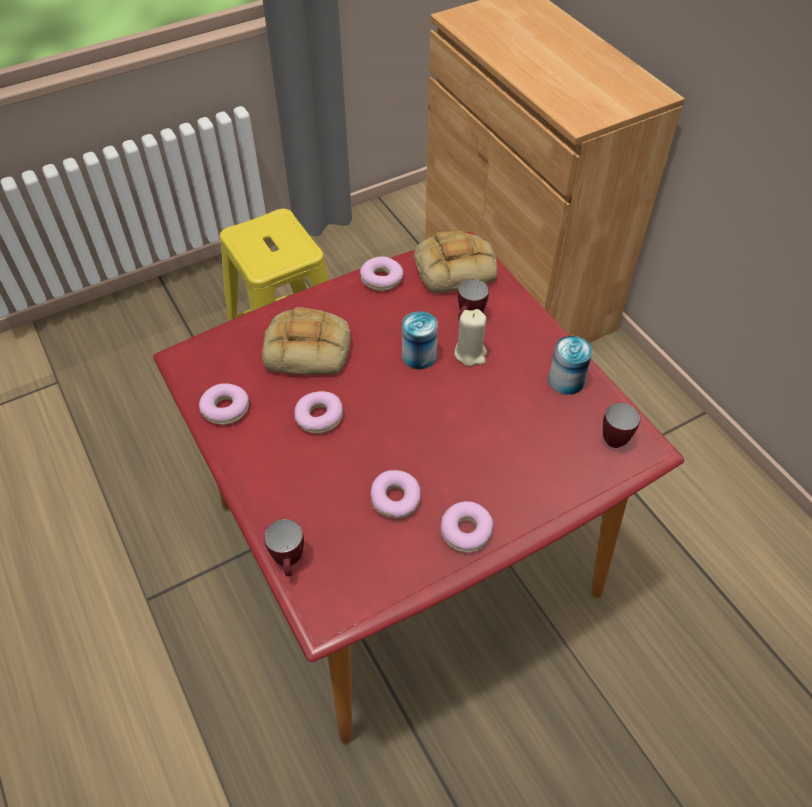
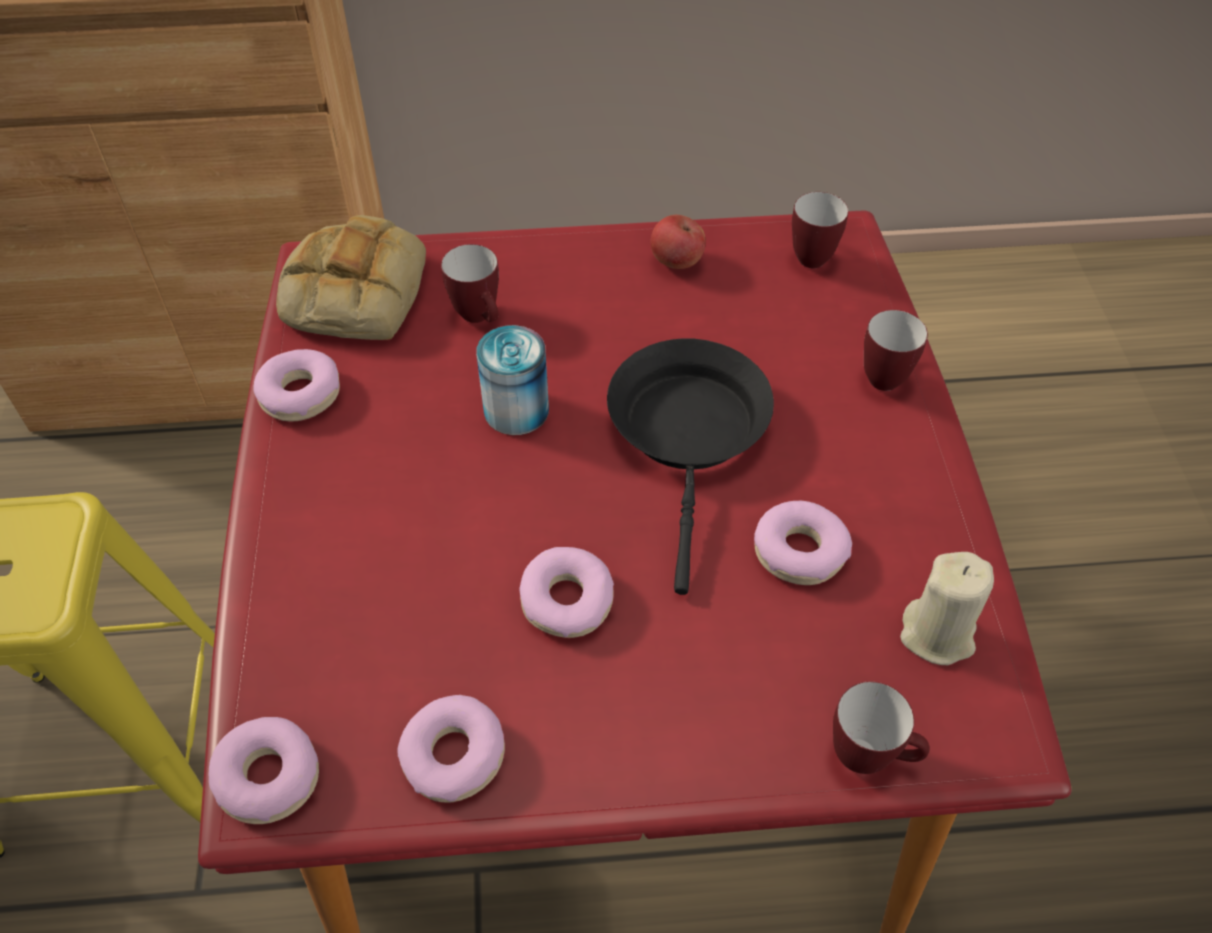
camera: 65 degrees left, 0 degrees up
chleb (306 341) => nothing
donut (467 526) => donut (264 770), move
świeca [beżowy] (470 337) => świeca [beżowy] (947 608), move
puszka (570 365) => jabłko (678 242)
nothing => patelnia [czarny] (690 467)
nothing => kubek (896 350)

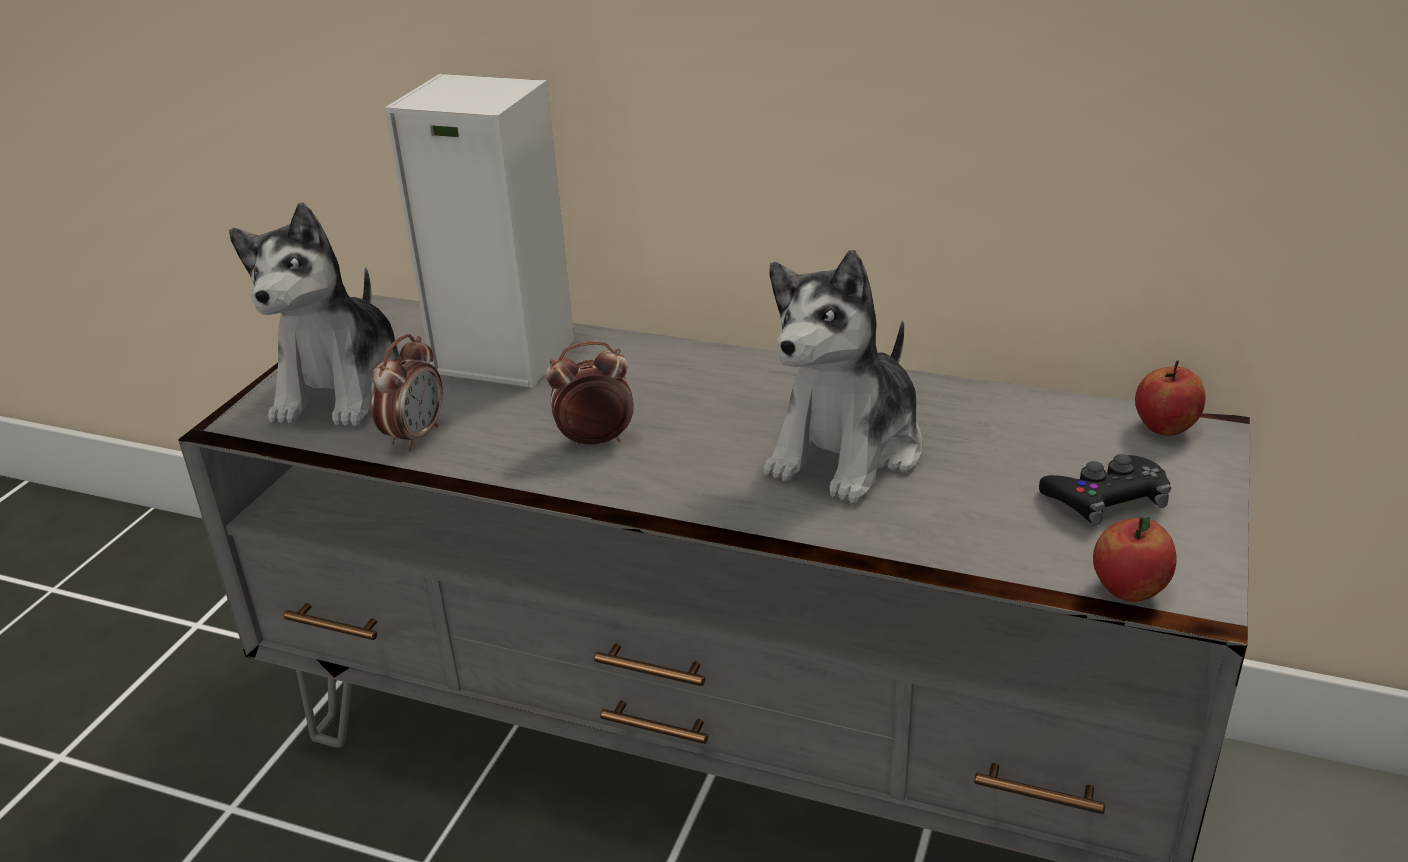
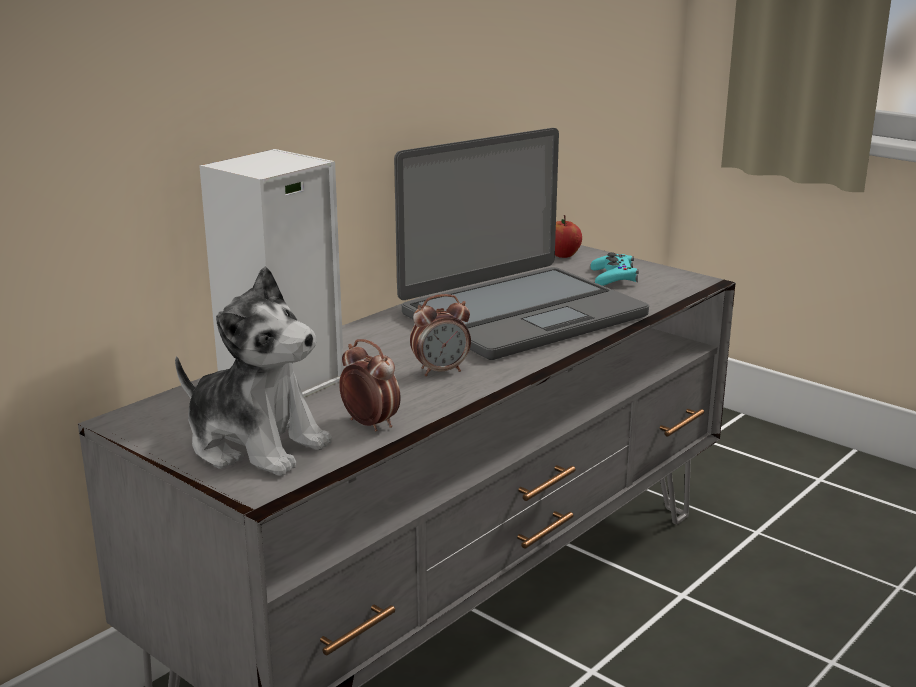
camera: 70 degrees left, 10 degrees down
budzik (590 395) => budzik (440 335), 120 degrees counterclockwise
pluszak (843 377) => laptop (521 244)
pad do gier [czarny] (1105 490) => pad do gier [turkusowy] (615 269)
jabłko (1134 559) => nothing

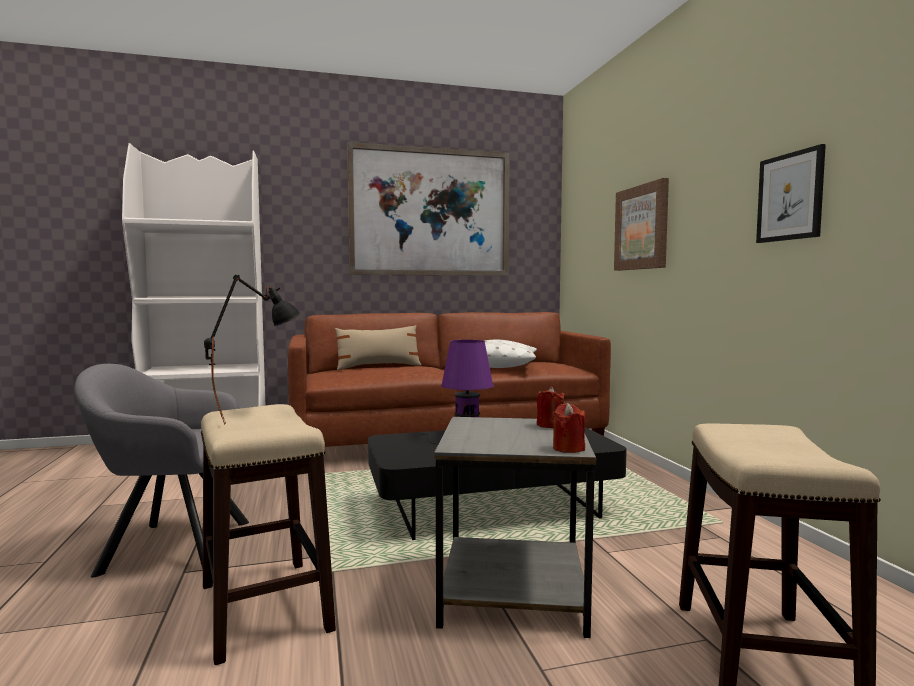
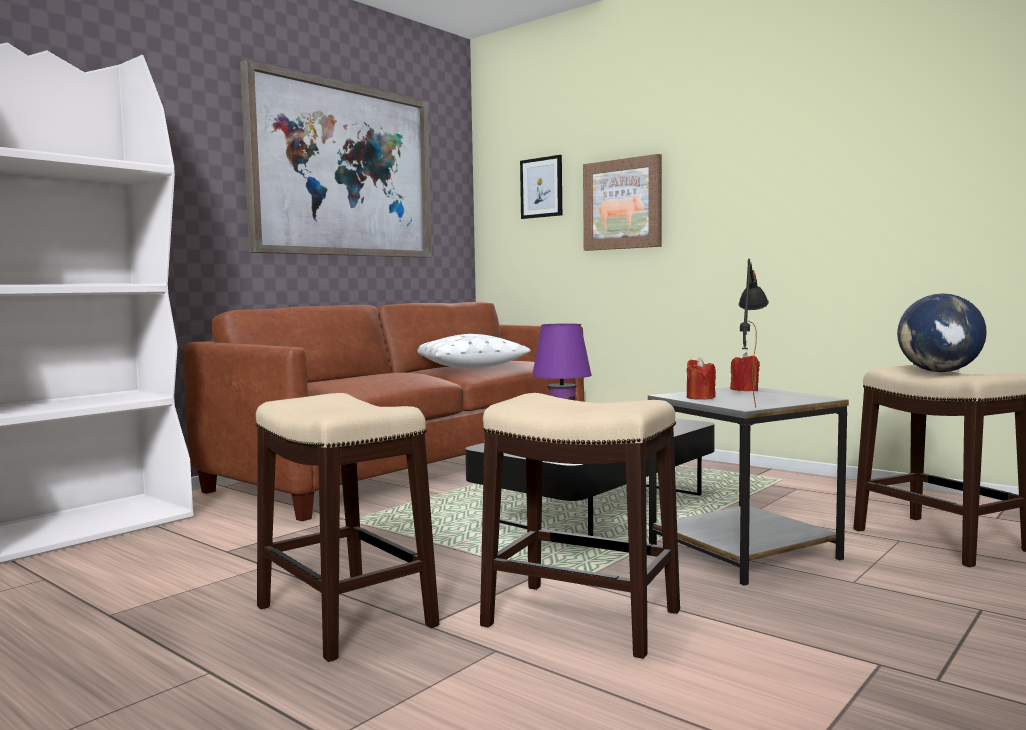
camera: 35 degrees left, 0 degrees up
fotel [szary] (162 471) => stołek (347 527)
lampa stołowa [czarny] (252 350) => lampa stołowa [czarny] (754 333), move
poduszka [beżowy] (378 347) => nothing
świeca [czerwony] (568 428) => świeca [czerwony] (701 378), move
obraz (791 193) => obraz (541 187), move
nothing => globus (942 332)

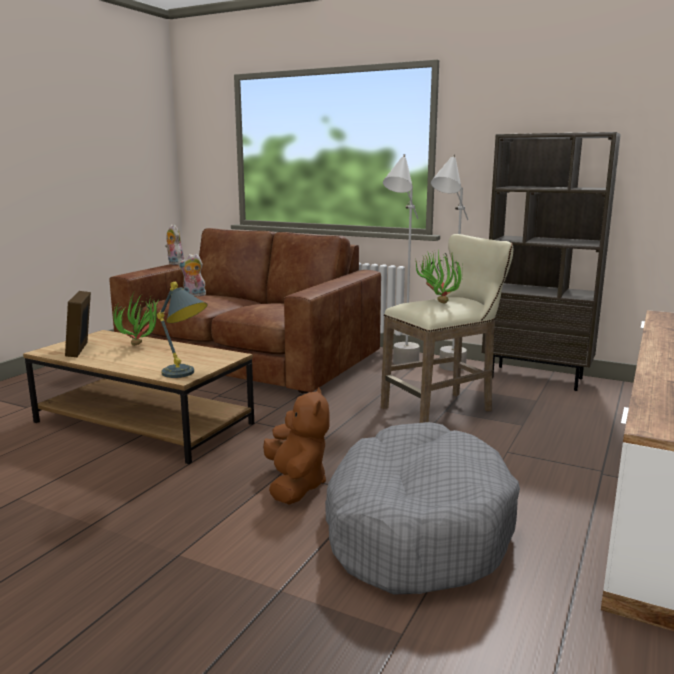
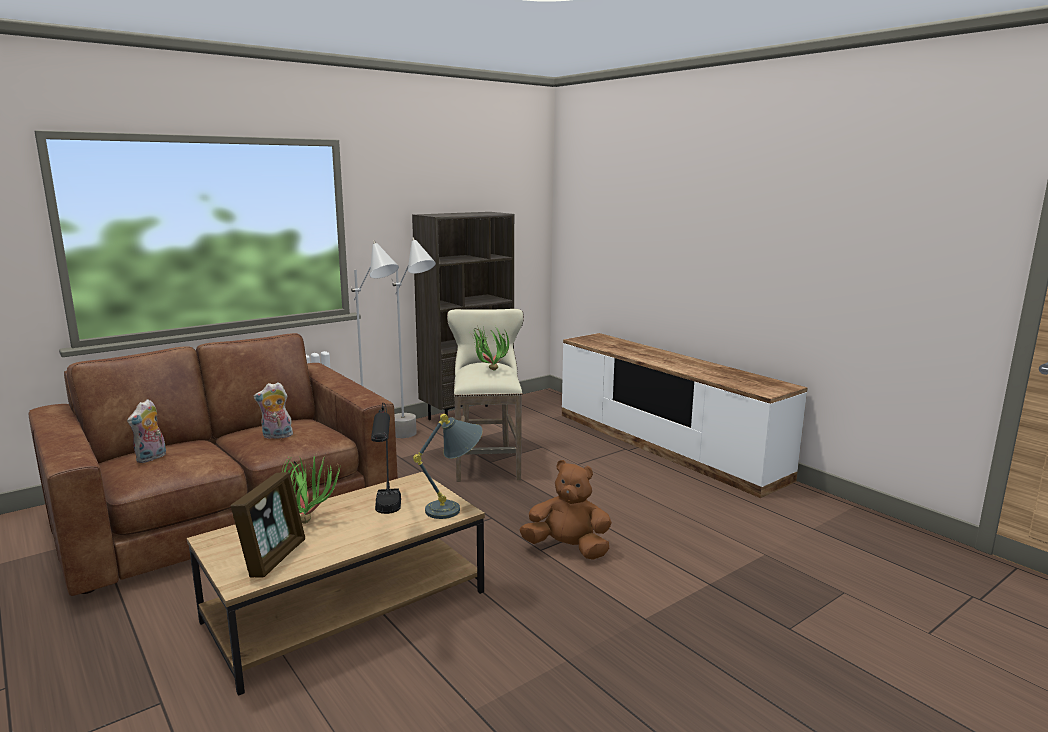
camera: 65 degrees left, 0 degrees up
ramka na zdjęcie (78 324) => ramka na zdjęcie (268 525), 90 degrees counterclockwise
pluszak (174 244) => pluszak (273 410), move
legowisko [szary] (422 508) => nothing
nothing => lampa stołowa [czarny] (386 458)

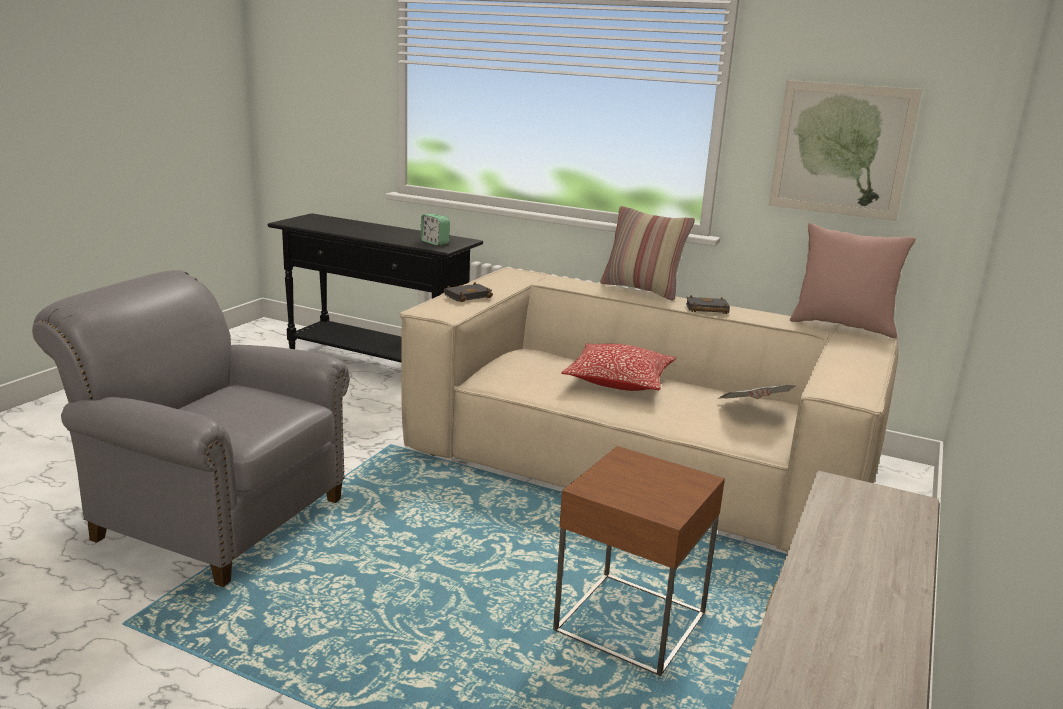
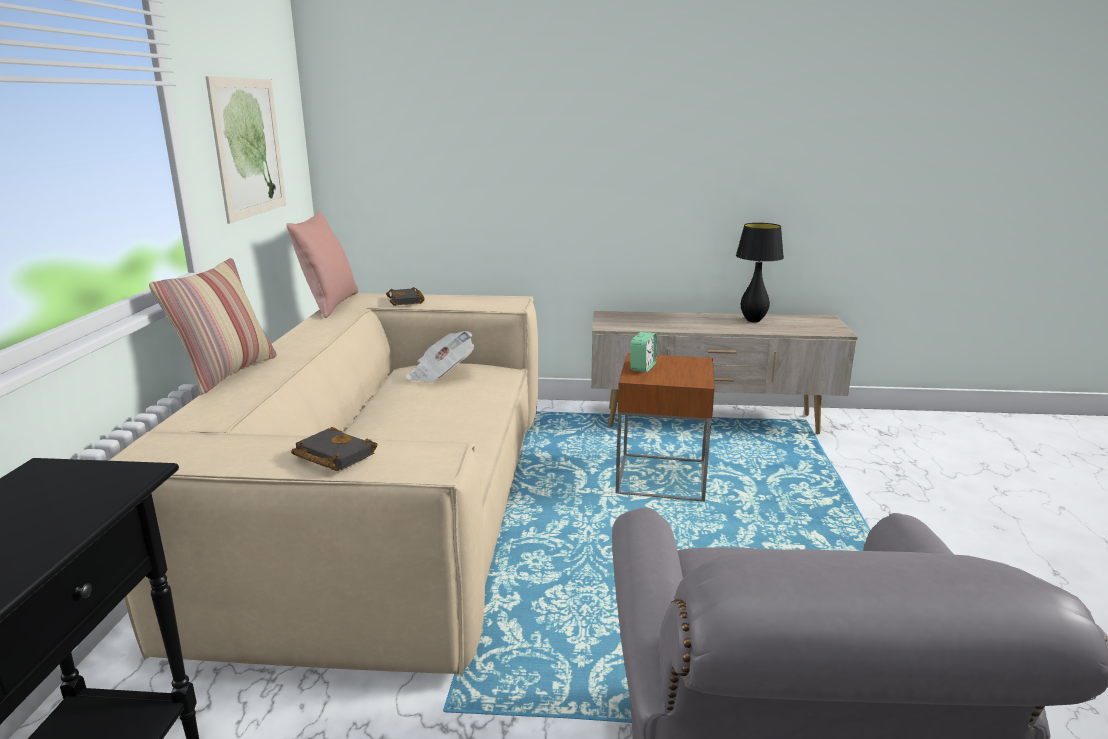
camera: 110 degrees left, 0 degrees up
budzik (435 230) => budzik (643 352), move
poduszka (618 367) => nothing
książka [czarny] (708 304) => książka [czarny] (405 296), move
nothing => lampa stołowa [czarny] (760 272)

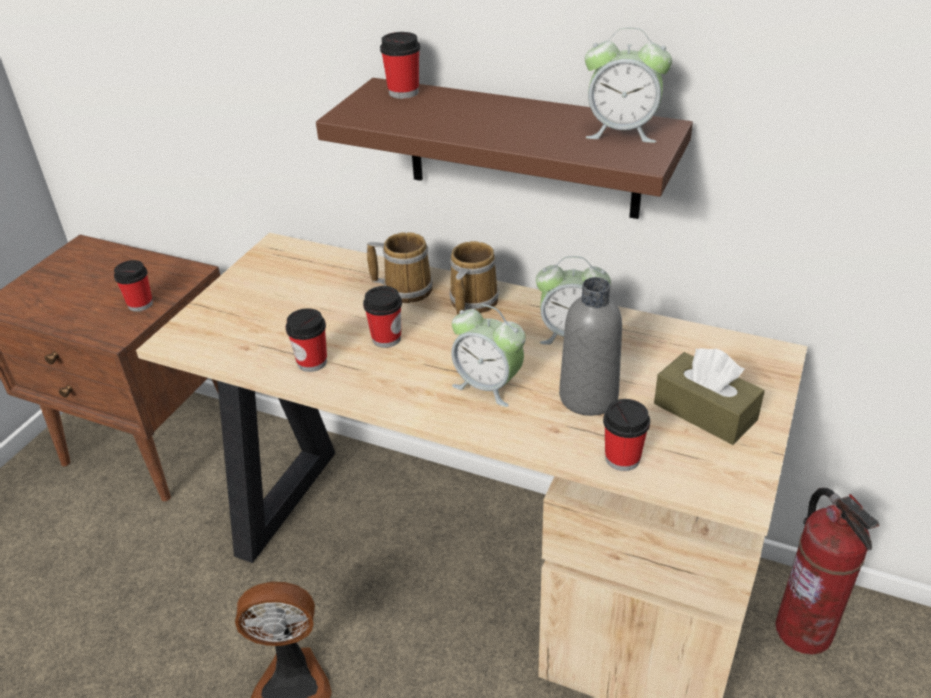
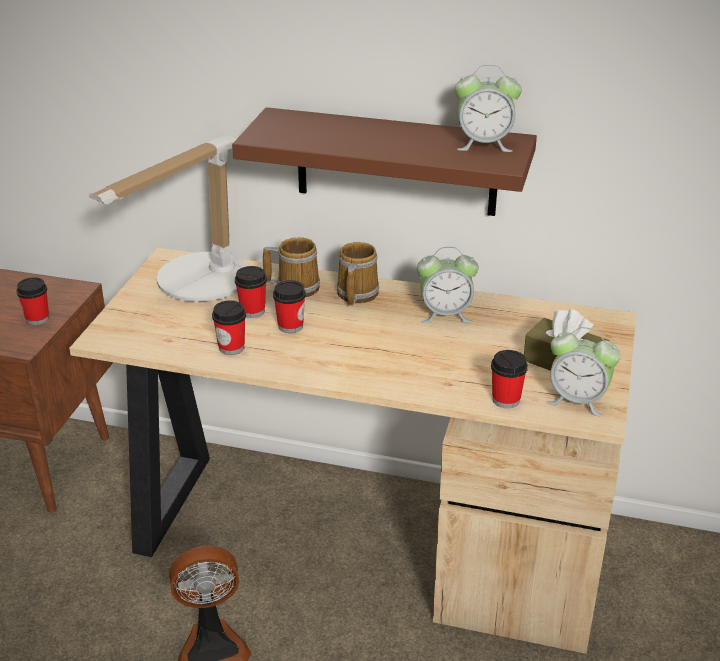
camera: 10 degrees left, 5 degrees down
filiżanka (400 65) => filiżanka (251 292), move
budzik (488 355) => budzik (583 372), move
butelka [szary] (590 346) => nothing
gaśnica (827 571) => nothing
nothing => lampa stołowa (167 218)

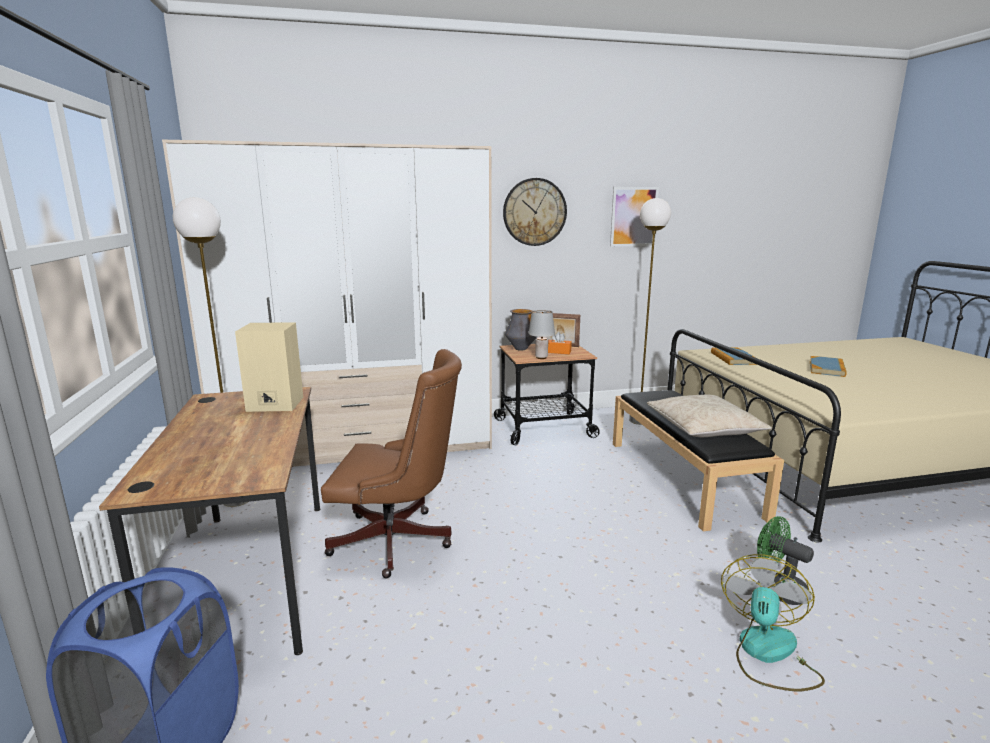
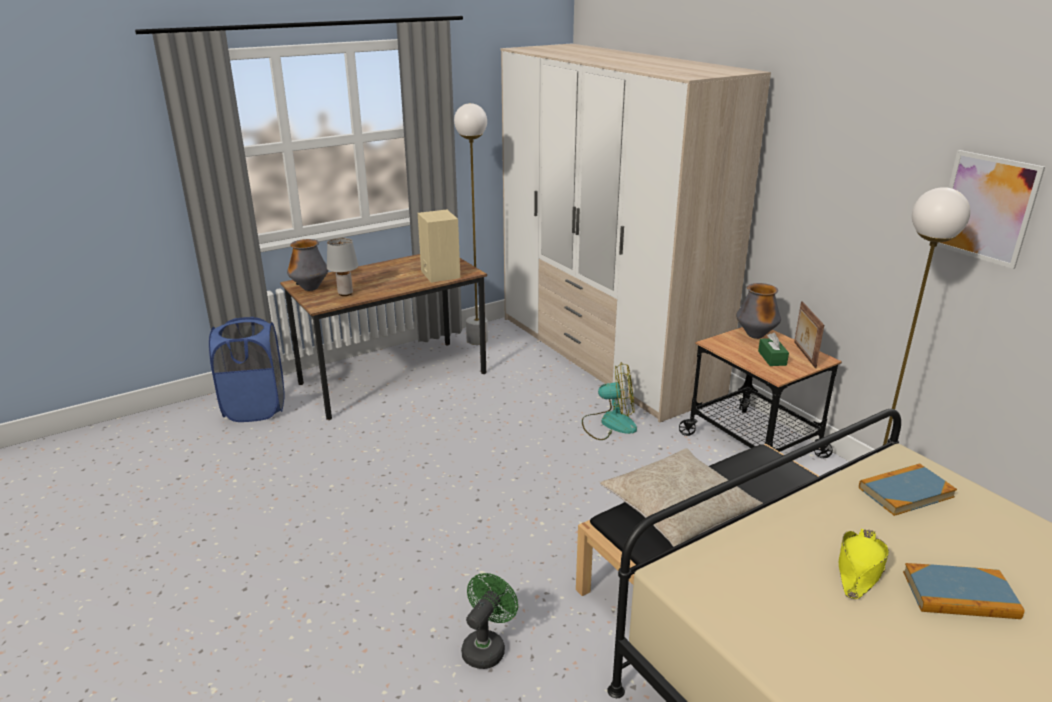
camera: 70 degrees right, 10 degrees up
krzesło biurowe [brązowy] (391 463) => nothing
zegar ścienny (535 212) => nothing
lampa stołowa [szary] (542 334) => lampa stołowa [szary] (342 267), move
pudełko chusteczek [pomarańczowy] (560 343) => pudełko chusteczek [zielony] (773 349)
wentylator (773 622) => wentylator (609 401), move
nothing => wazon (308 265)
nothing => kapelusz [żółty] (864 564)

